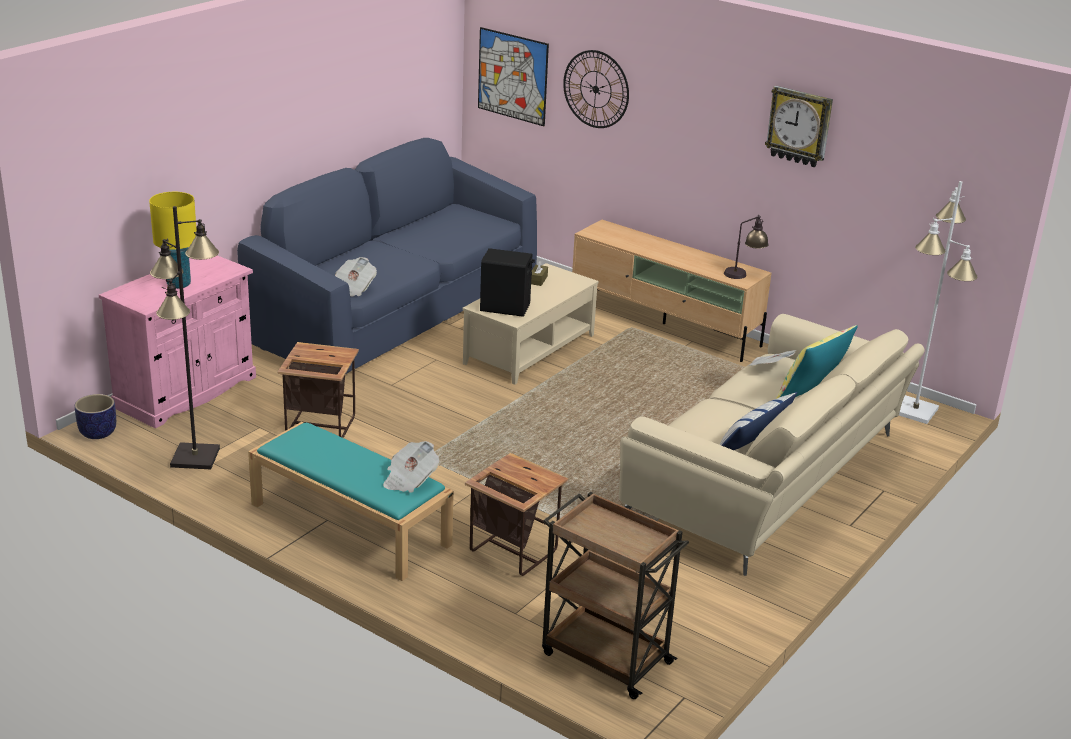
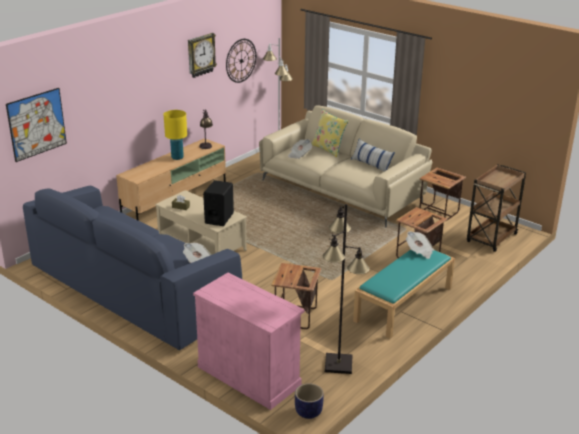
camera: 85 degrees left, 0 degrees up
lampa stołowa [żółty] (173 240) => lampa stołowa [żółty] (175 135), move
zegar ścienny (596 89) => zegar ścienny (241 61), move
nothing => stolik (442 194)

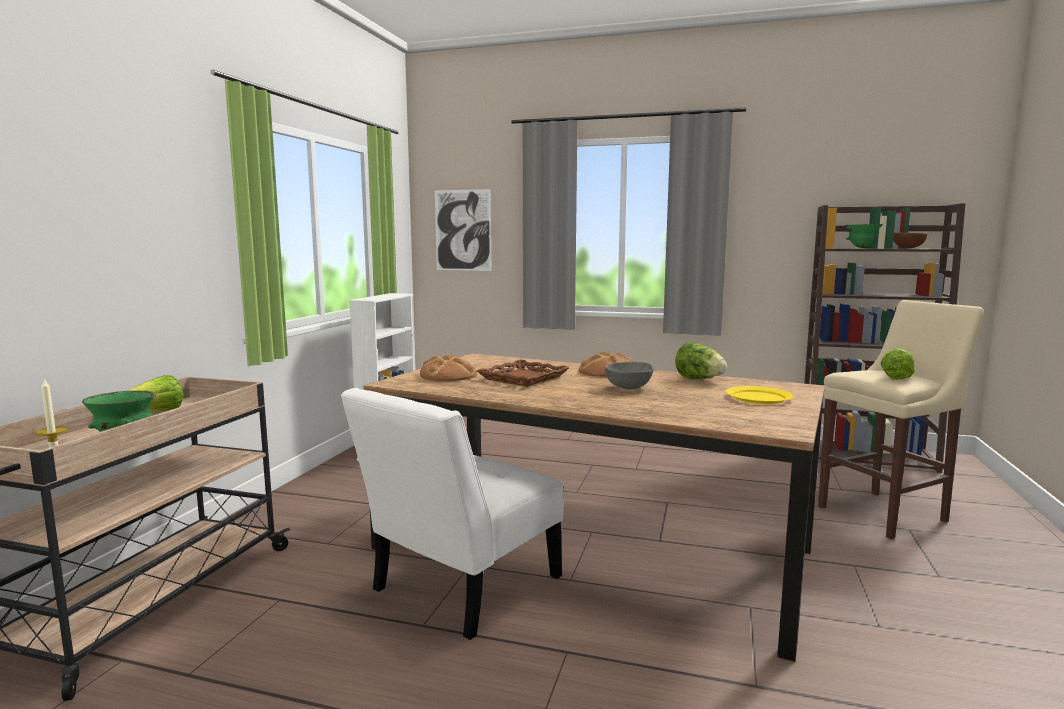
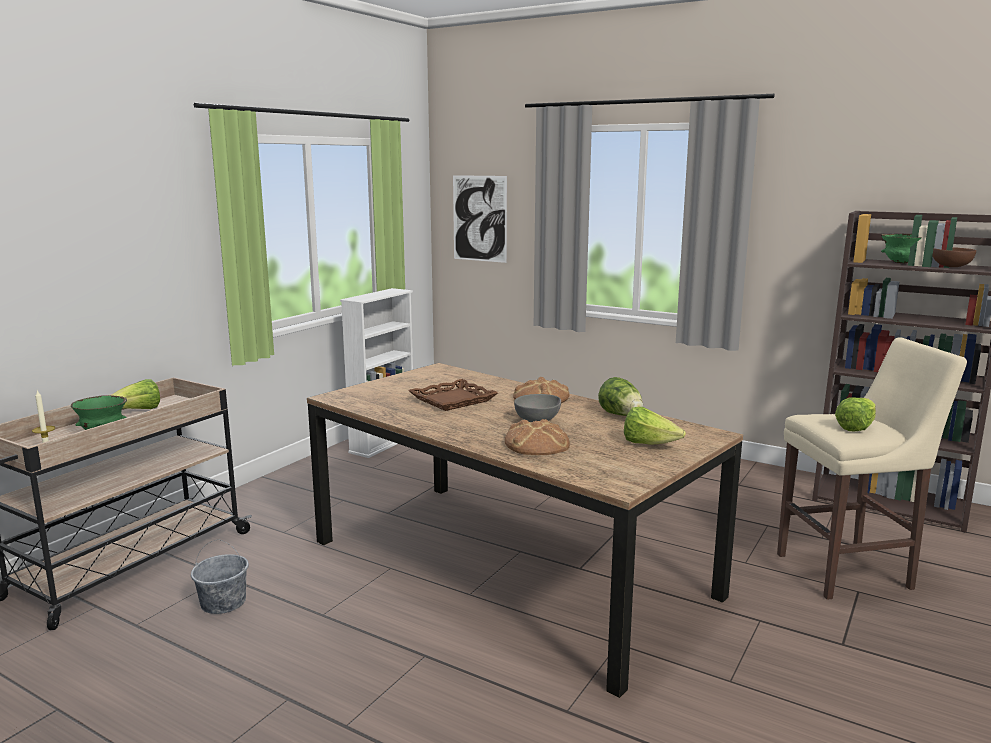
camera: 15 degrees right, 5 degrees up
krzesło [biały] (452 514) => nothing
chleb (448 368) => chleb (537 437), move
talerz [żółty] (759 395) => sałata (655 426)
nothing => wiadro [szary] (220 576)

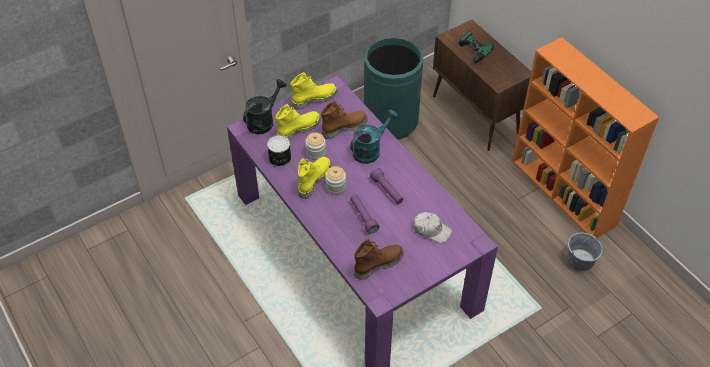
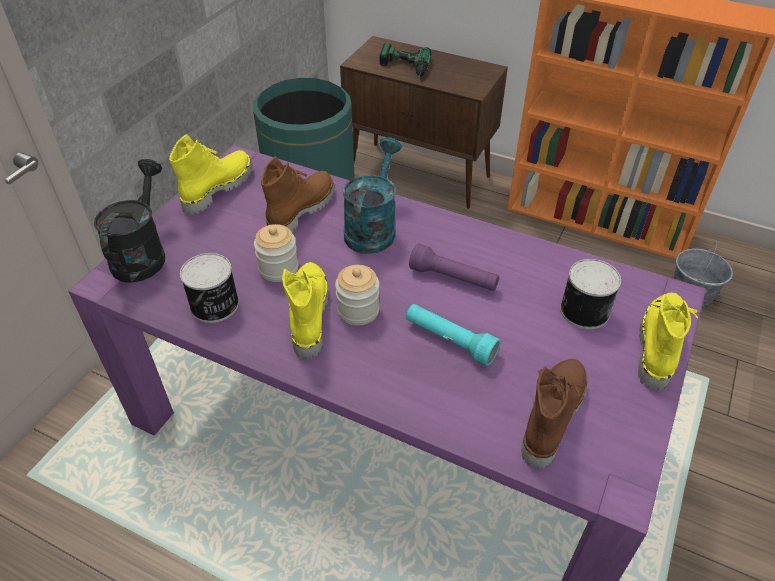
camera: 30 degrees left, 5 degrees down
but z cholewką [żółty] (298 122) => but z cholewką [żółty] (668 342), move
latarka [fioletowy] (365 214) => latarka [turkusowy] (453 335)
czapka z daszkiem [biały] (432 227) => puszka (590 294)

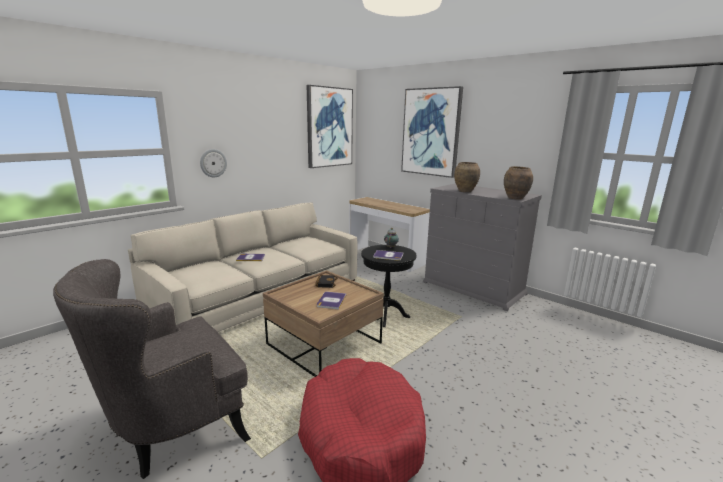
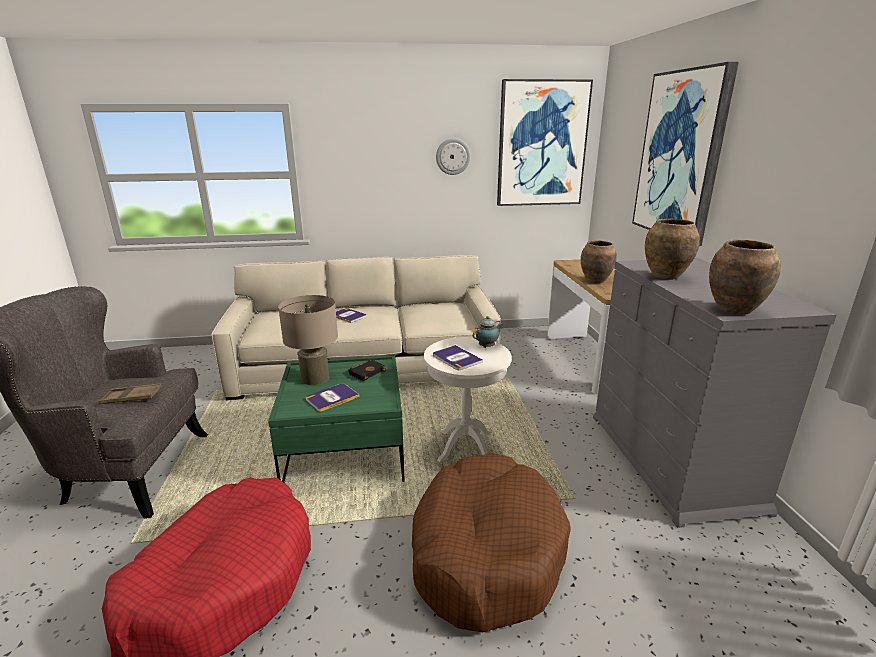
camera: 40 degrees right, 5 degrees up
zegar ścienny (213 163) => zegar ścienny (453 156), move
ława [brązowy] (323 323) => ława [zielony] (336 419)
stolik [czarny] (389 286) => stolik [biały] (467 399)
nothing => taca [brązowy] (130 394)
nothing => lampa stołowa [beżowy] (308 340)
nothing => legowisko [brązowy] (491 542)
nothing => wazon [brązowy] (599 261)

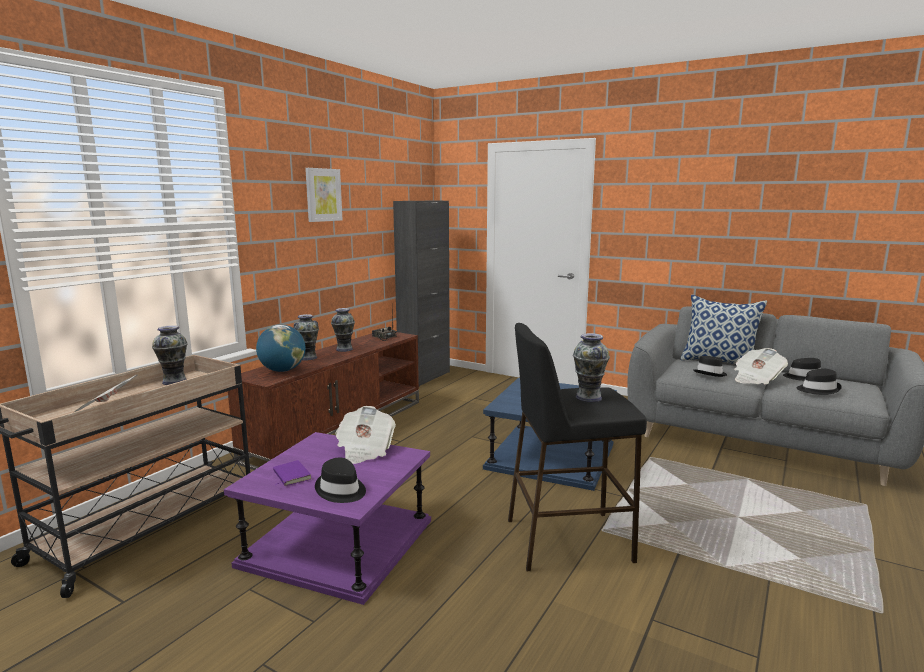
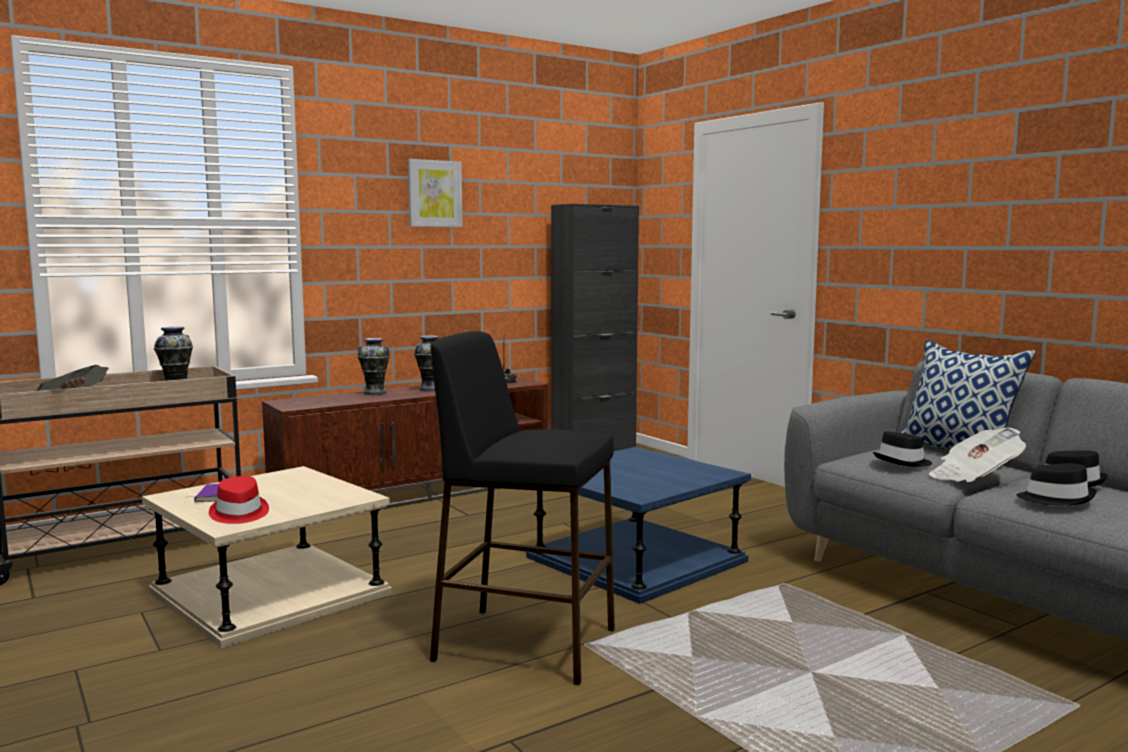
camera: 25 degrees right, 5 degrees down
stolik [fioletowy] (327 518) => stolik [beżowy] (267 557)
globus (280 348) => nothing
kapelusz [czarny] (340 480) => kapelusz [czerwony] (239 500)
gazeta (365 435) => nothing
wazon (591 367) => nothing

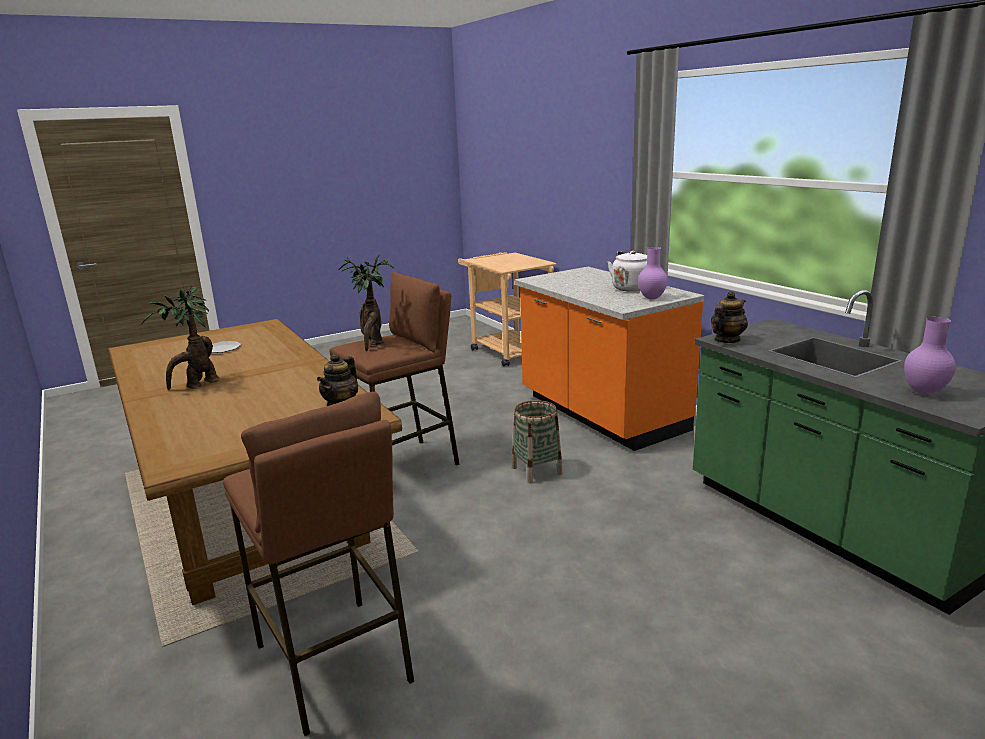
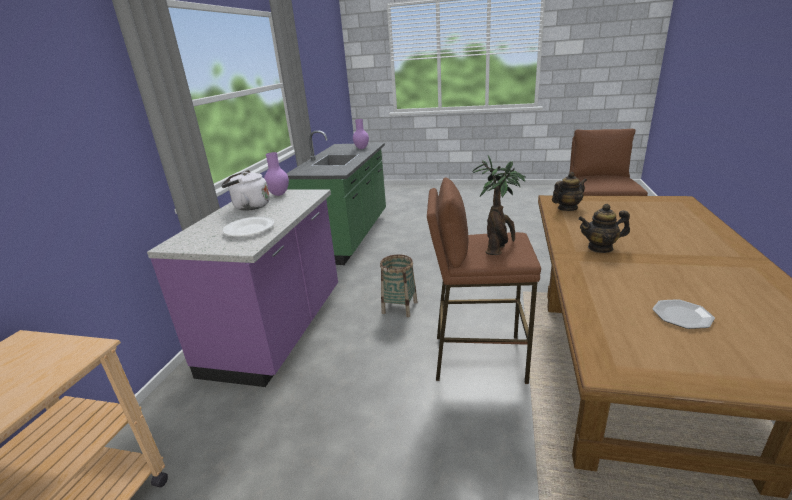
camera: 135 degrees left, 5 degrees up
roślina doniczkowa (180 337) => nothing
zabudowa kuchenna [pomarańczowy] (609 359) => zabudowa kuchenna [fioletowy] (242 288)
imbryk (729 317) => imbryk (604 228), move
nothing => talerz [biały] (248 226)

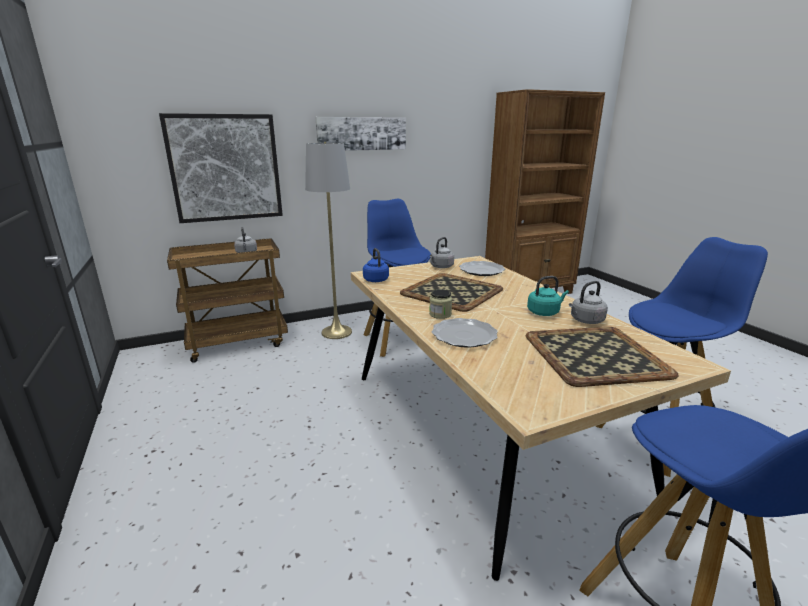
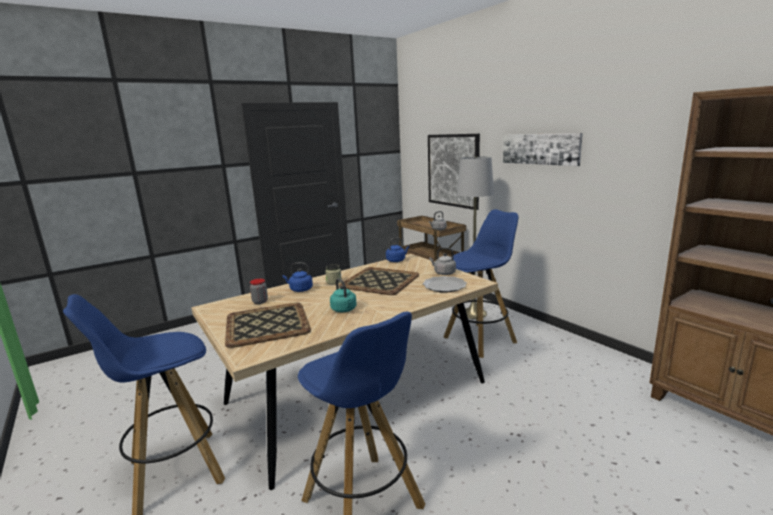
camera: 80 degrees right, 5 degrees down
talerz (465 333) => czajnik [niebieski] (297 277)
czajnik [szary] (588 302) => nothing
nothing => słoik (259 291)

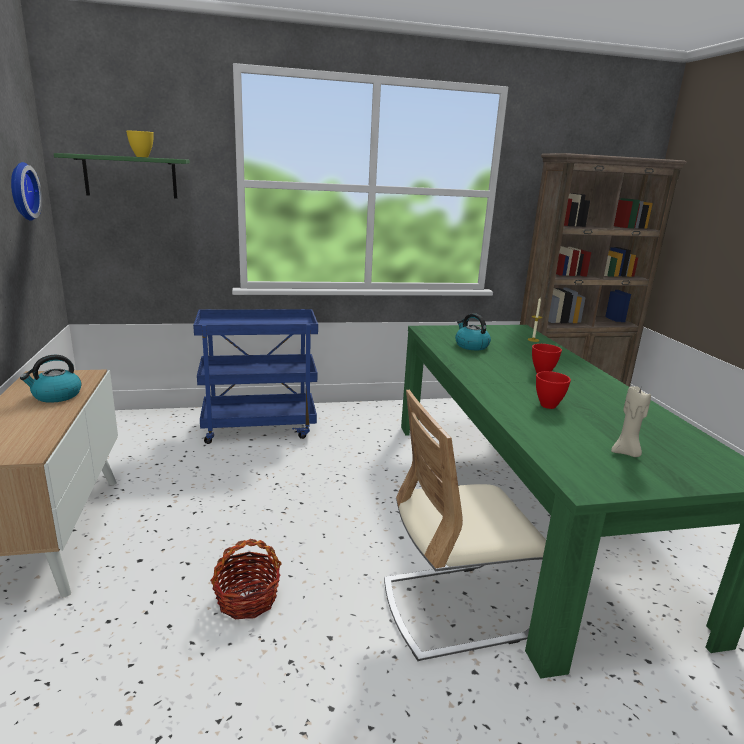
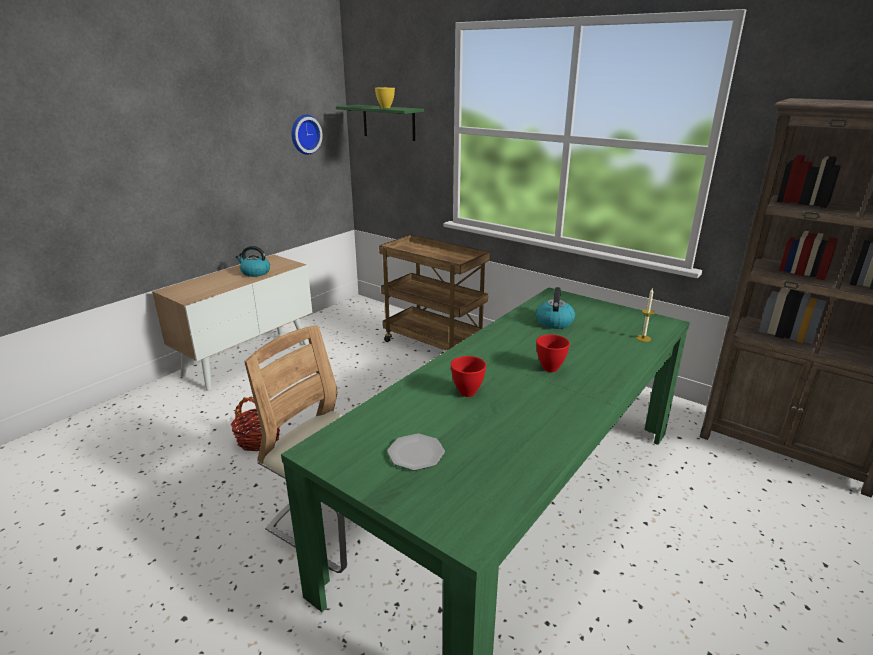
camera: 50 degrees right, 5 degrees up
wózek [niebieski] (255 376) => wózek [brązowy] (434 293)
świeca [beżowy] (631 421) => talerz (416 452)

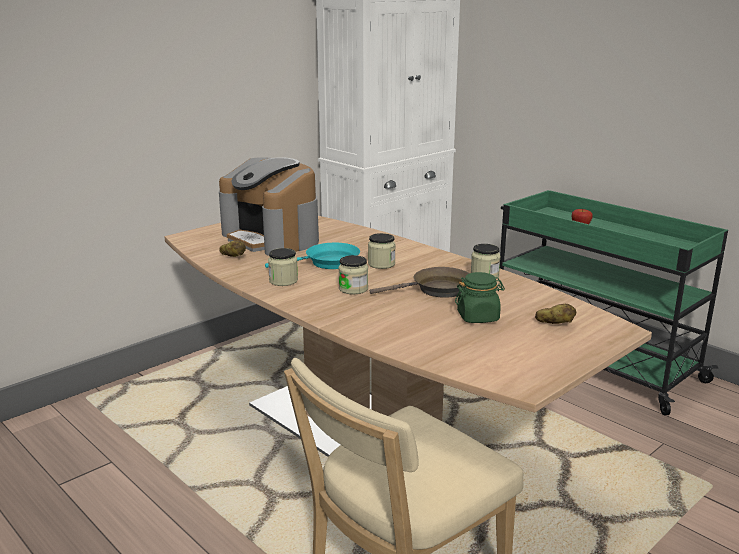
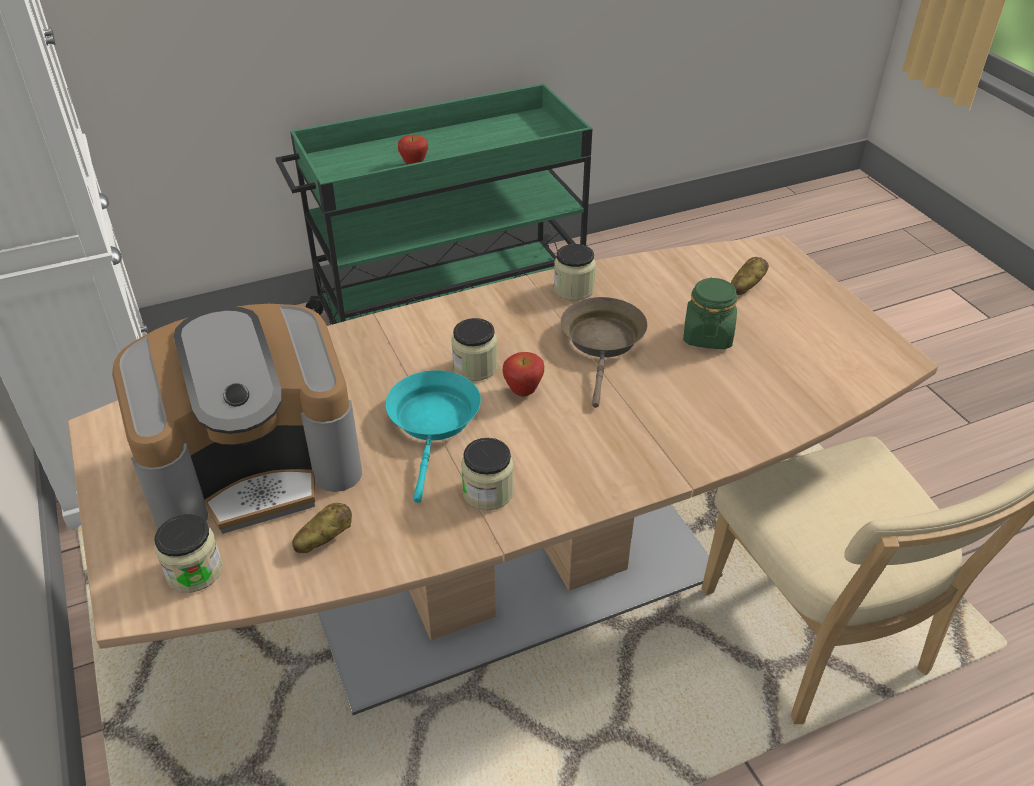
camera: 70 degrees left, 20 degrees up
słoik (353 274) => słoik (188 553), move
nothing => jabłko (523 374)

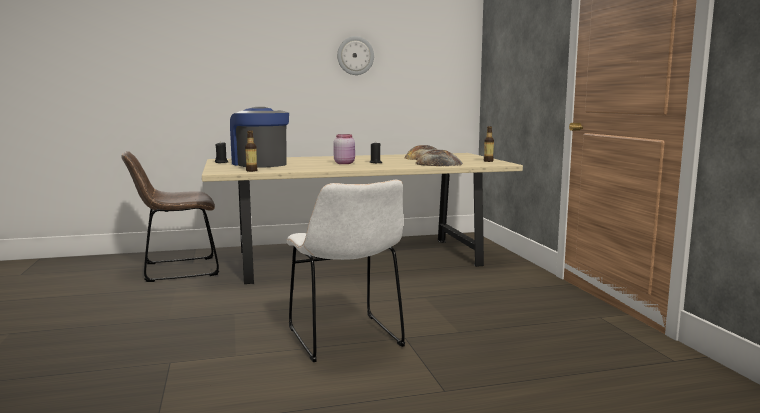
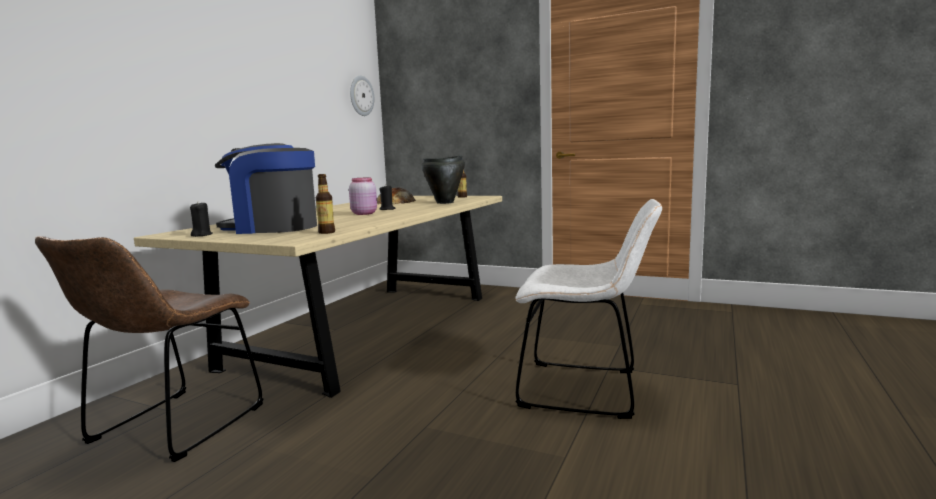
camera: 50 degrees left, 0 degrees up
zegar ścienny (355 55) => zegar ścienny (362 96), move
chleb (439 158) => garnek [czarny] (443 179)

